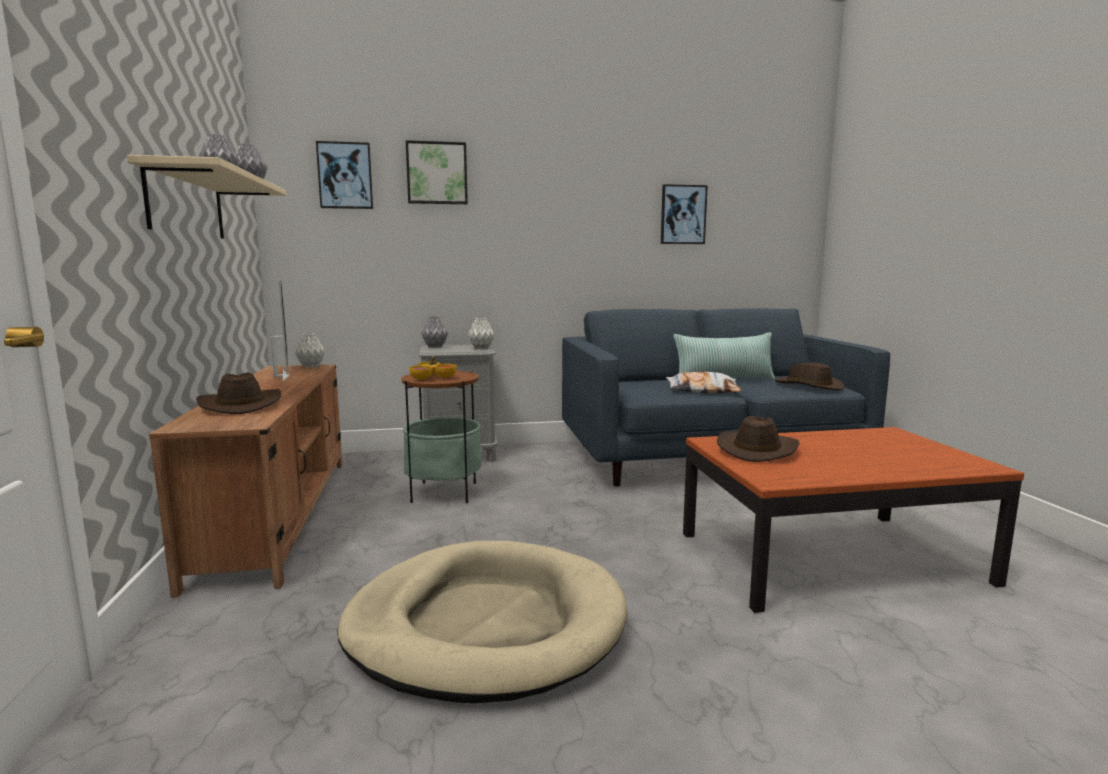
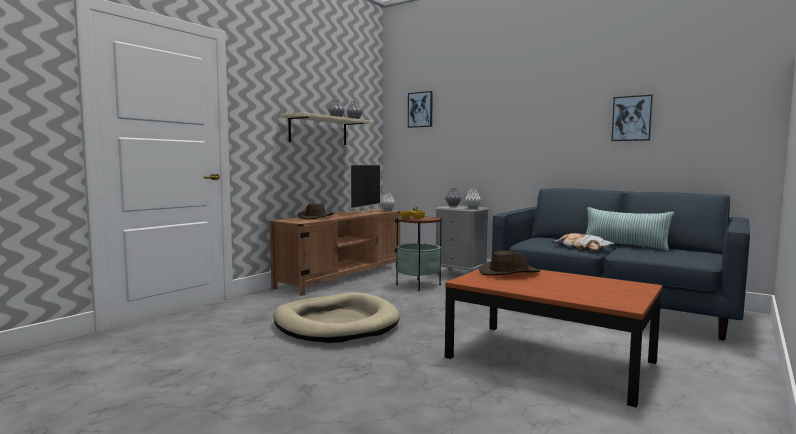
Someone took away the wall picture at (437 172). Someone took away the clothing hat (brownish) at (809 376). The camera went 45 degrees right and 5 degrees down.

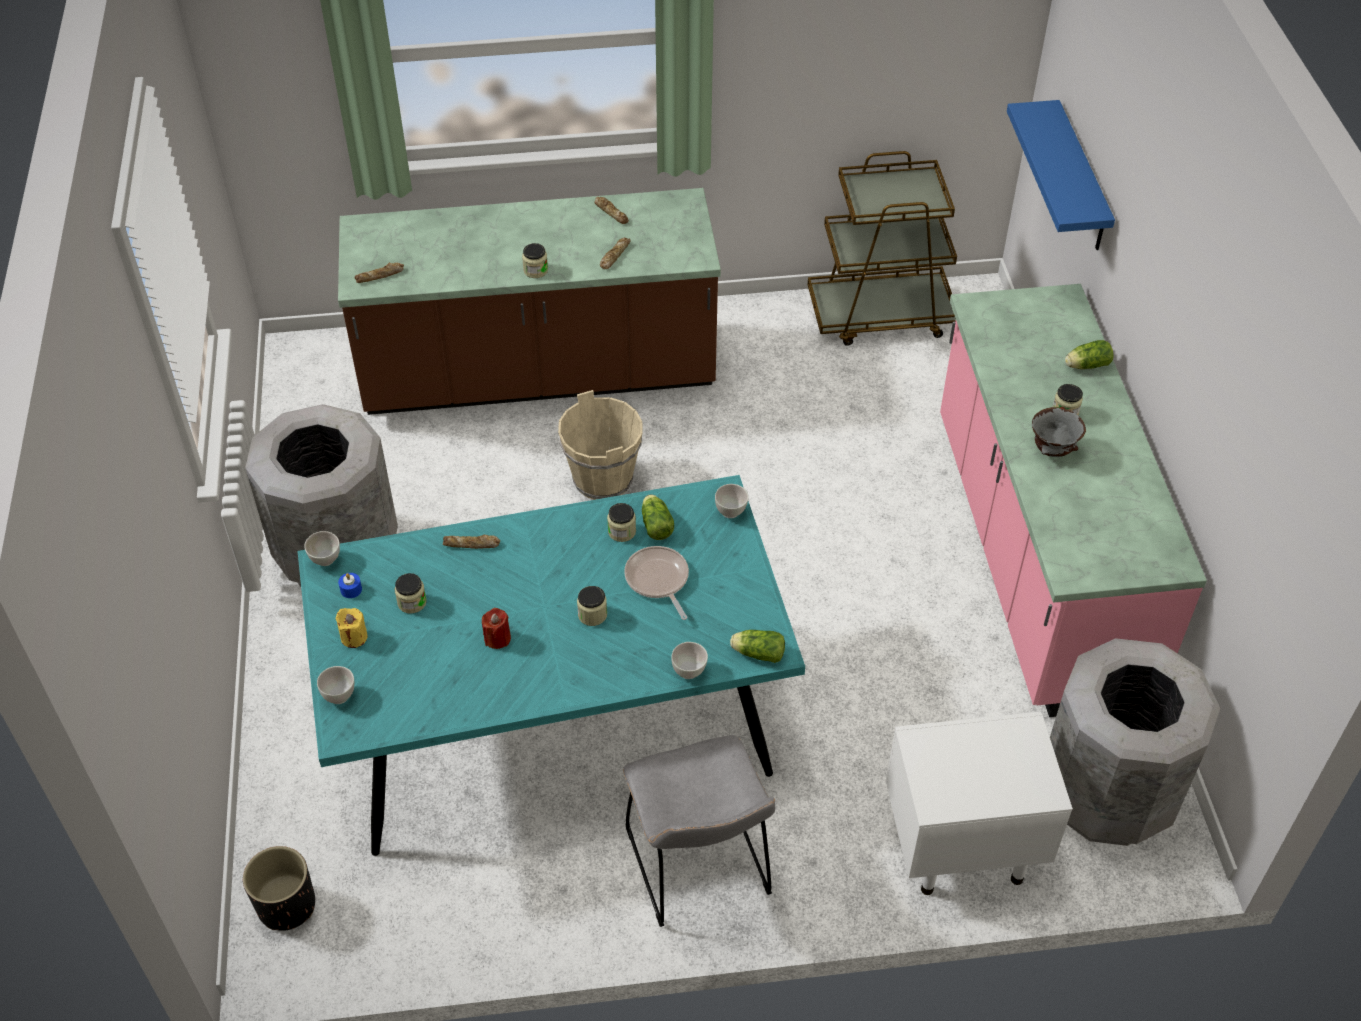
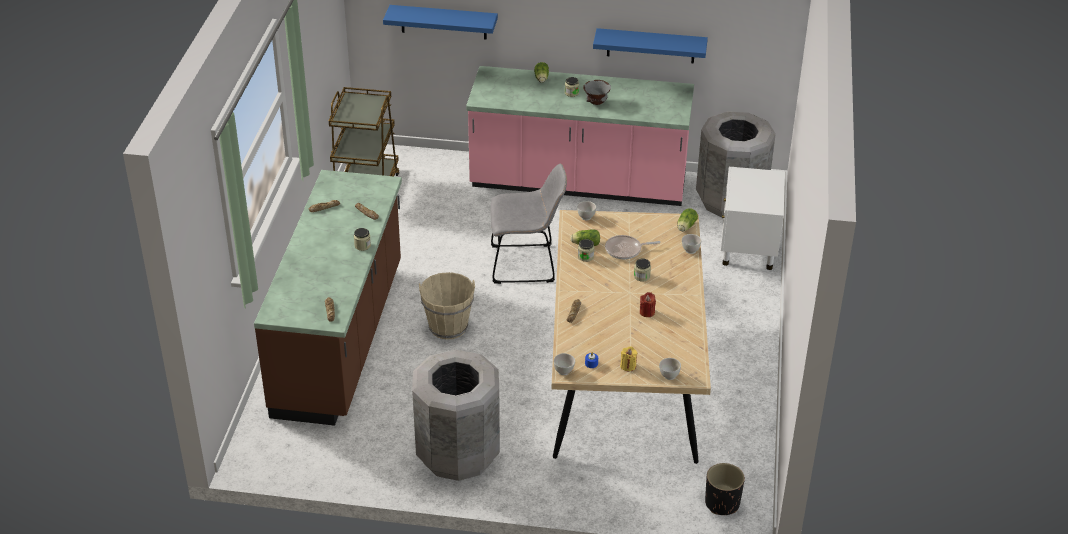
Someone took away the storage jar at (411 593). Someone put up the wall shelf (blue-coloured) at (650 45). Someone carried the upright chair (greyish) from (699 831) to (528 224). Someone repainted the dining table (blue-green) at (551 665), which became the dining table (beige-coloured) at (631 337). The camera went 75 degrees left and 10 degrees down.

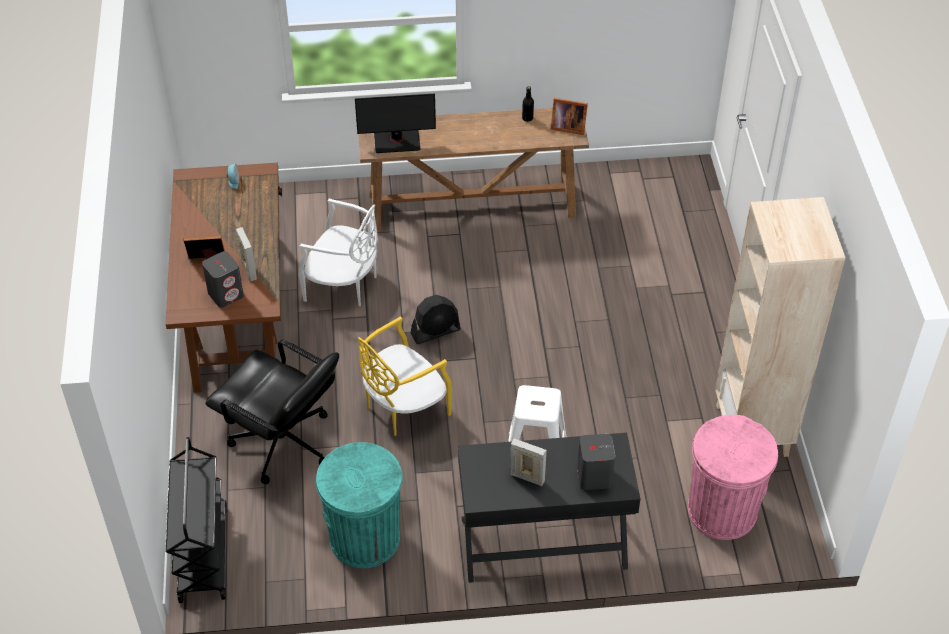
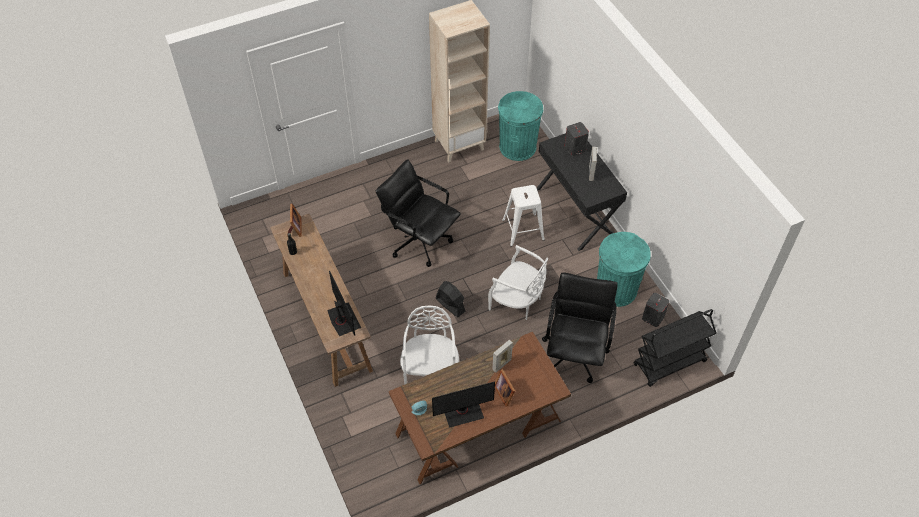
Someone put down the desk chair (blackish) at (418 213). Someone put down the computer display at (463 405). Someone carried the speaker (greyish) from (223 279) to (655 310). Someone repainted the upright chair (yellow-coloured) at (405 376), which became the upright chair (white) at (518 282). Someone repainted the rubbish bin (pink) at (733 477), which became the rubbish bin (blue-green) at (520 126). The camera went 110 degrees left and 5 degrees up.

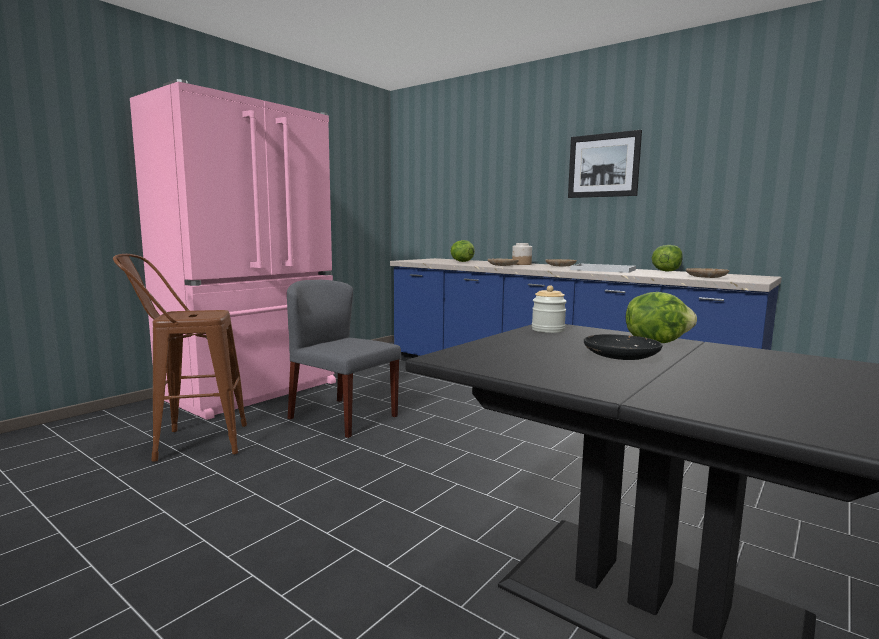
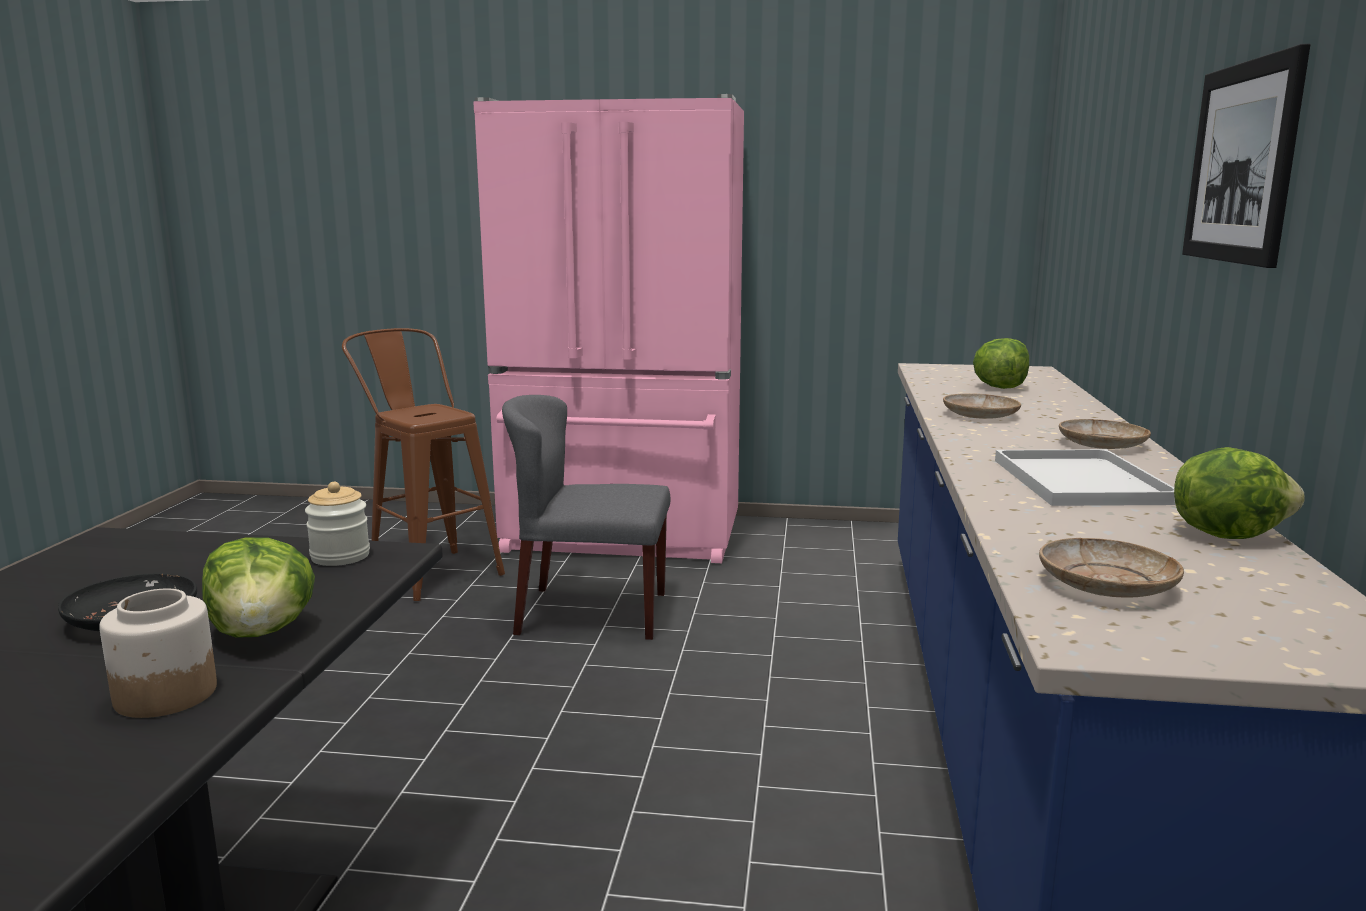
Someone carried the storage jar from (522 254) to (158 653). Someone rotated the upright chair (greyish) at (344 359) by 90 degrees counterclockwise. The camera went 60 degrees right and 5 degrees up.

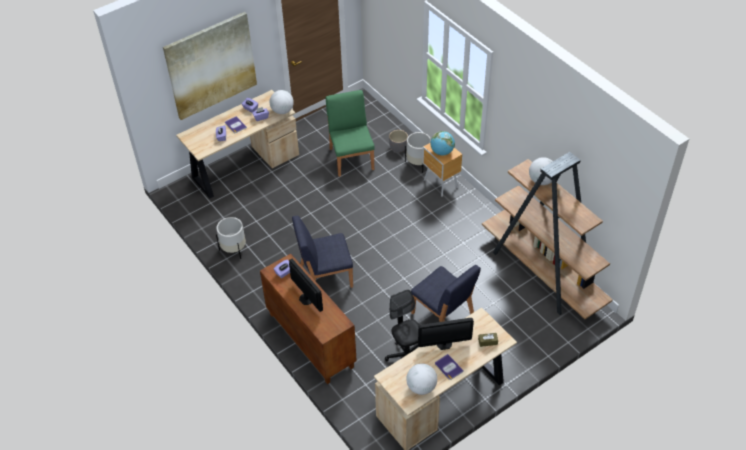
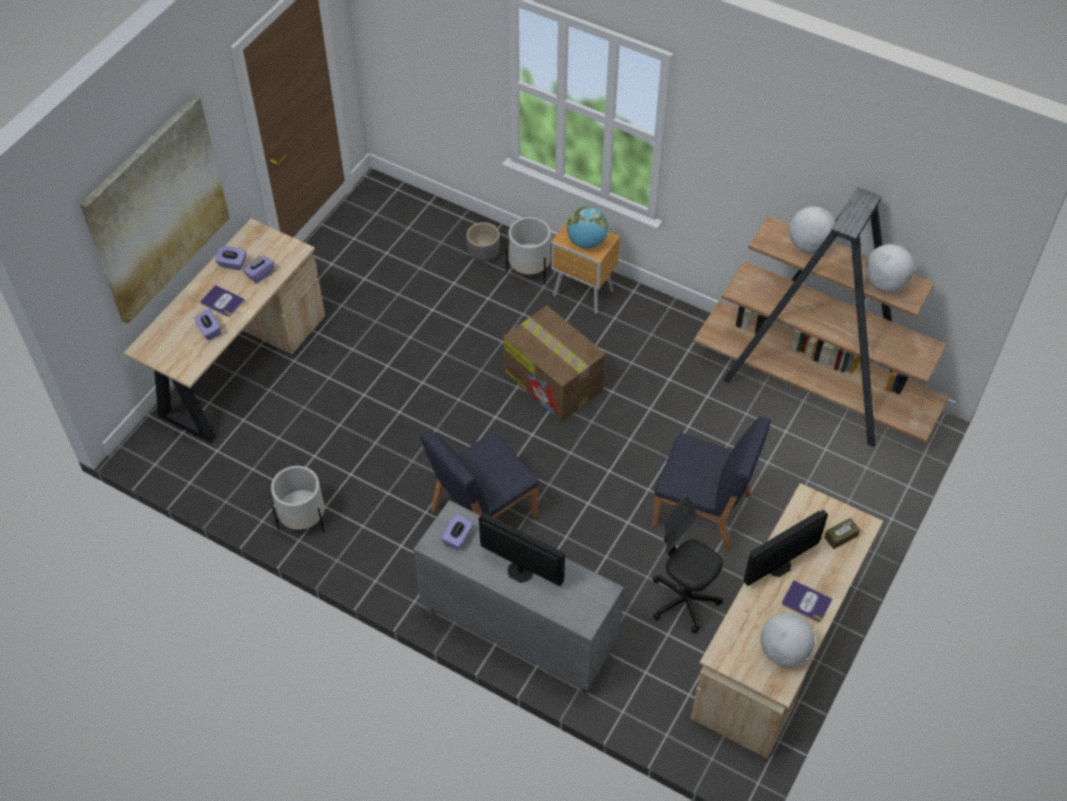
Someone took away the upright chair (greenish) at (350 133). Someone put down the carton at (554 363). Someone carried the world globe from (281 102) to (889 268). Someone repainted the cabinet (brownish) at (308 318), which became the cabinet (greyish) at (519 597). The camera went 25 degrees left and 5 degrees up.

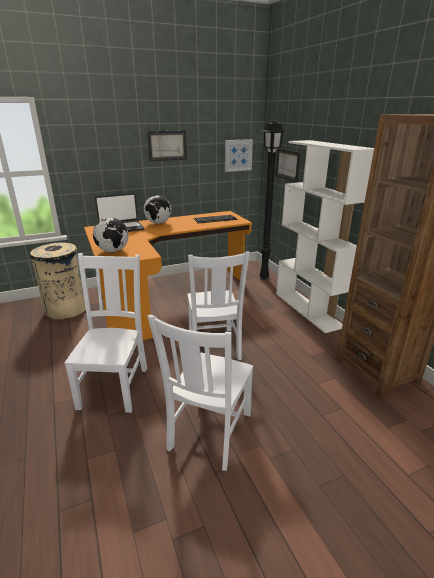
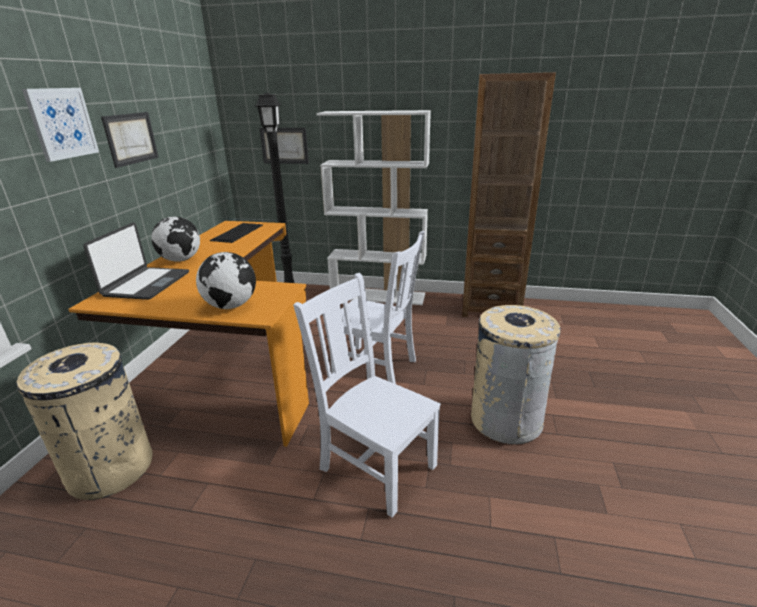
Someone carried the wall picture from (239 155) to (60 125). Someone swapped the upright chair (white) at (200 393) for the rubbish bin (beige-coloured) at (516 374). The camera went 55 degrees left and 0 degrees up.

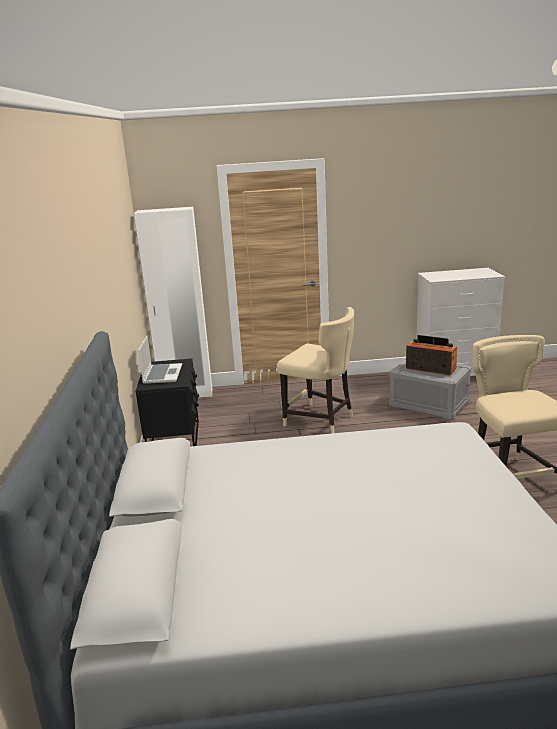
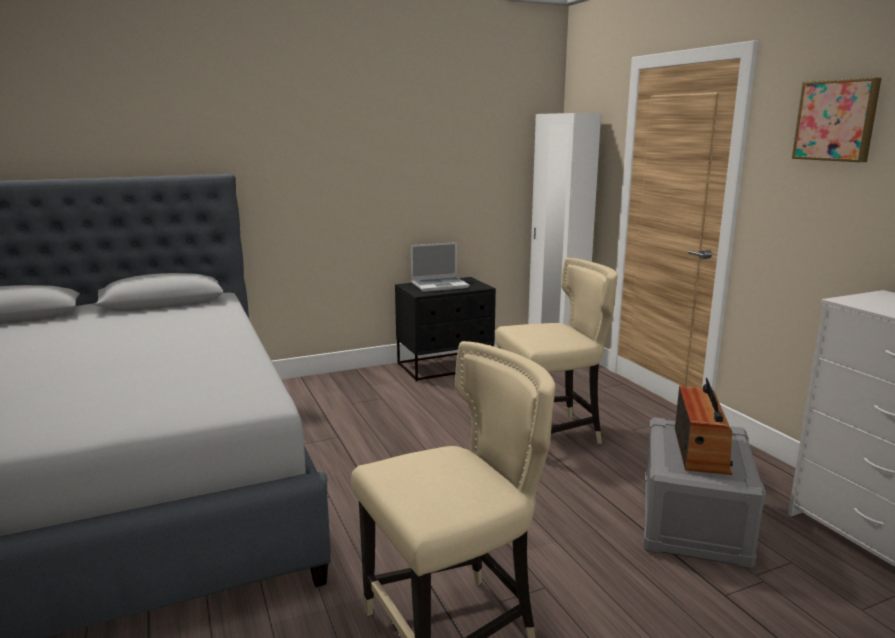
Someone put up the wall picture at (837 120). Someone rotated the upright chair (beige-coloured) at (315 370) by 120 degrees counterclockwise. The camera went 70 degrees right and 5 degrees down.

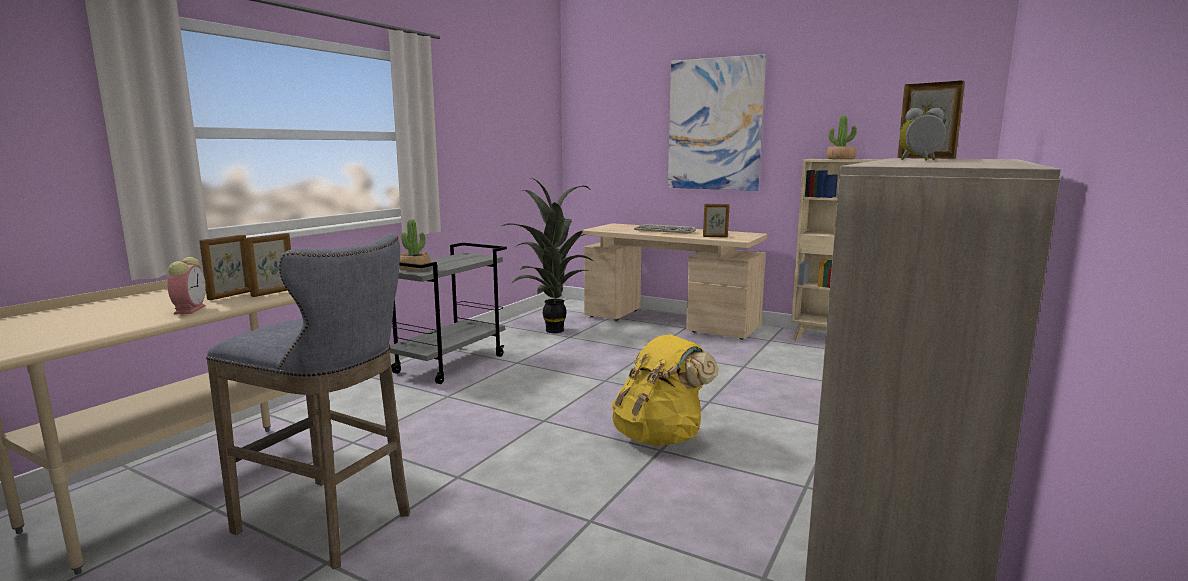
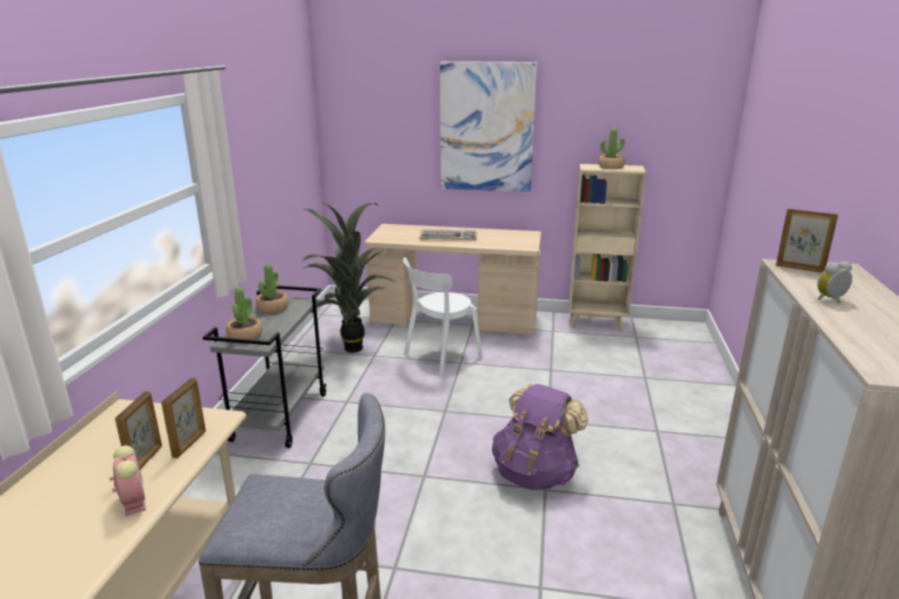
Someone took away the standing frame at (716 220). Someone put down the plant in a pot at (272 288). Someone put down the upright chair (white) at (443 316). Someone repainted the knapsack (yellow-coloured) at (665 390), which became the knapsack (purple-coloured) at (540 437). The camera went 20 degrees left and 10 degrees up.

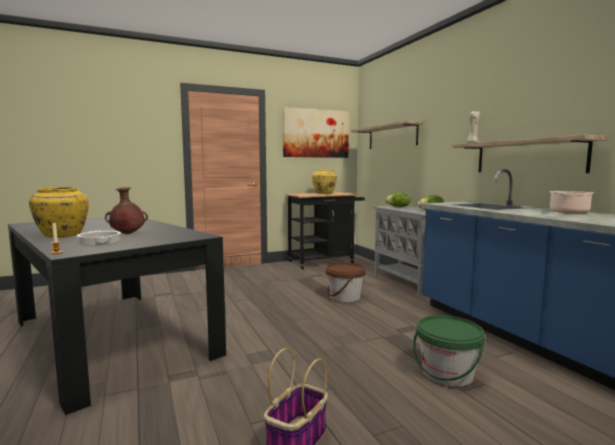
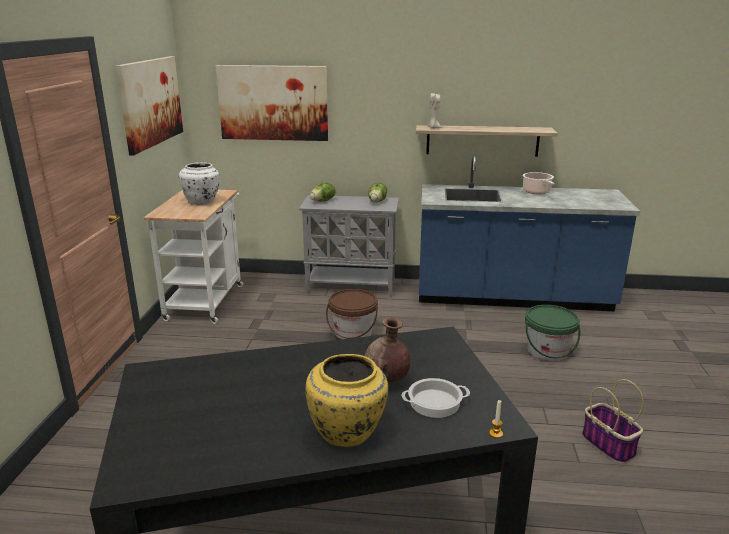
Someone swapped the wall shelf at (387 134) for the wall picture at (272 103). Someone repainted the trolley (blackish) at (325 230), which became the trolley (white) at (193 257). Someone repainted the decorative vase (yellow-coloured) at (324 182), which became the decorative vase (white) at (199 183). The camera went 60 degrees left and 15 degrees up.

